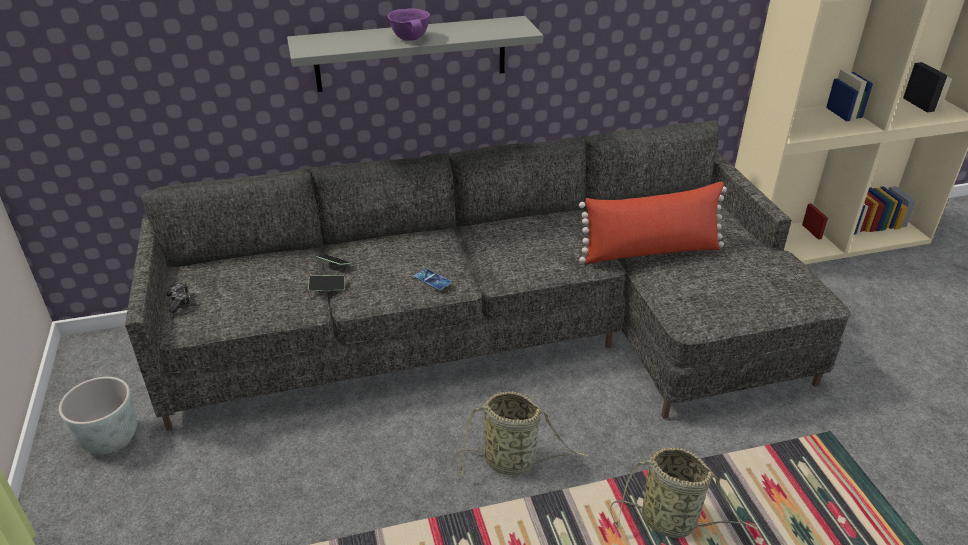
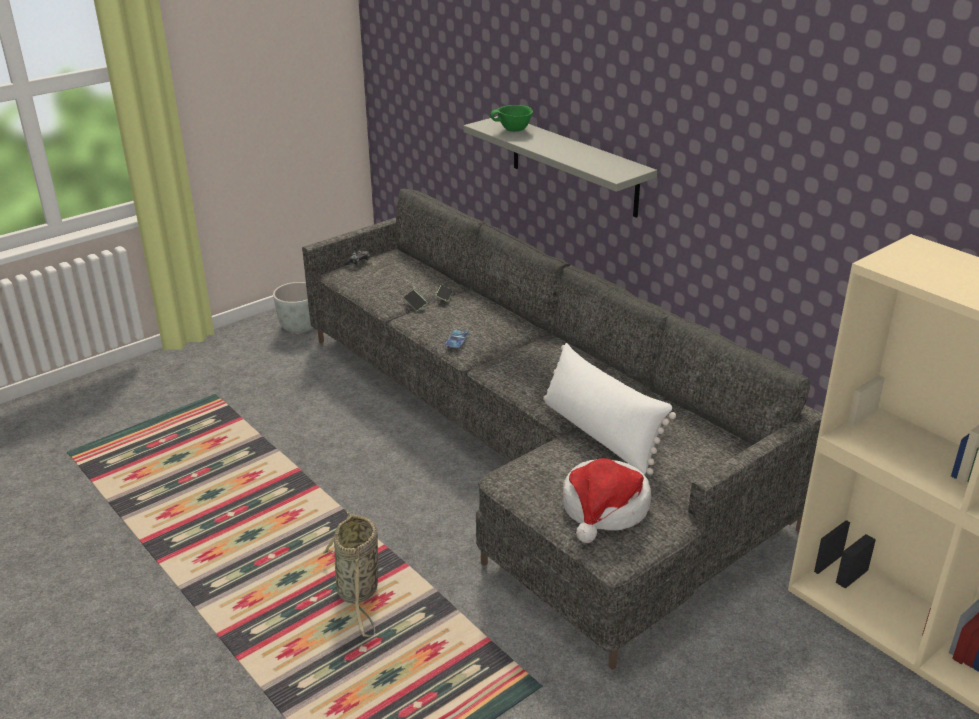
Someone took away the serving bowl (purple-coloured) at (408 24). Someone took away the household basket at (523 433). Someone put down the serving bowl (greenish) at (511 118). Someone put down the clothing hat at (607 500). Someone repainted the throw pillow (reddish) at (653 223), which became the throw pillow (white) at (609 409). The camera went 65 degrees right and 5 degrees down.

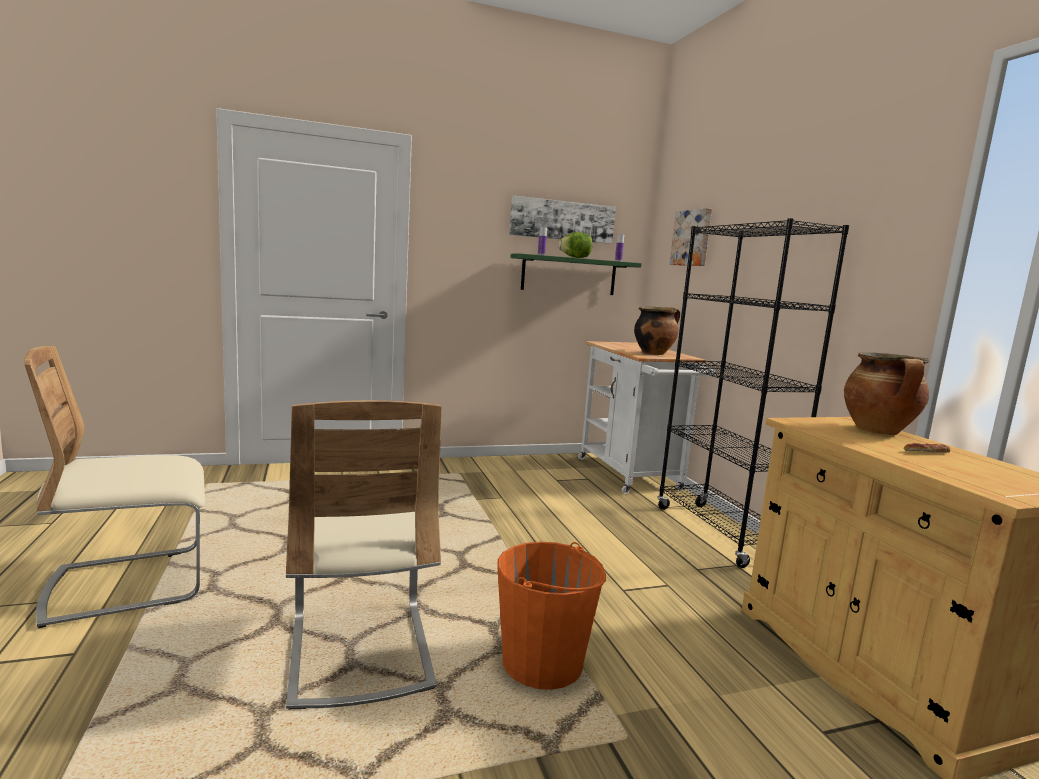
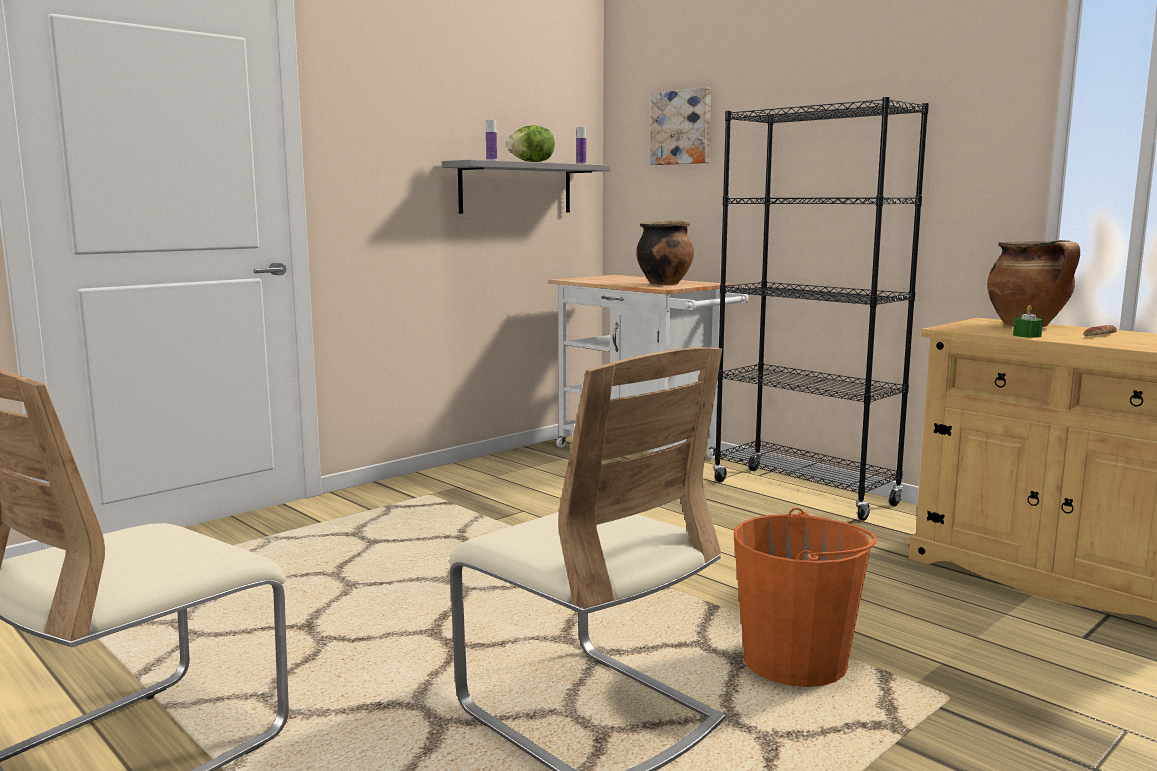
Someone took away the wall picture at (562 219). Someone put down the candle (greenish) at (1028 321). Someone repainted the wall shelf (greenish) at (576 274), which became the wall shelf (greyish) at (526 187). The camera went 25 degrees left and 0 degrees up.

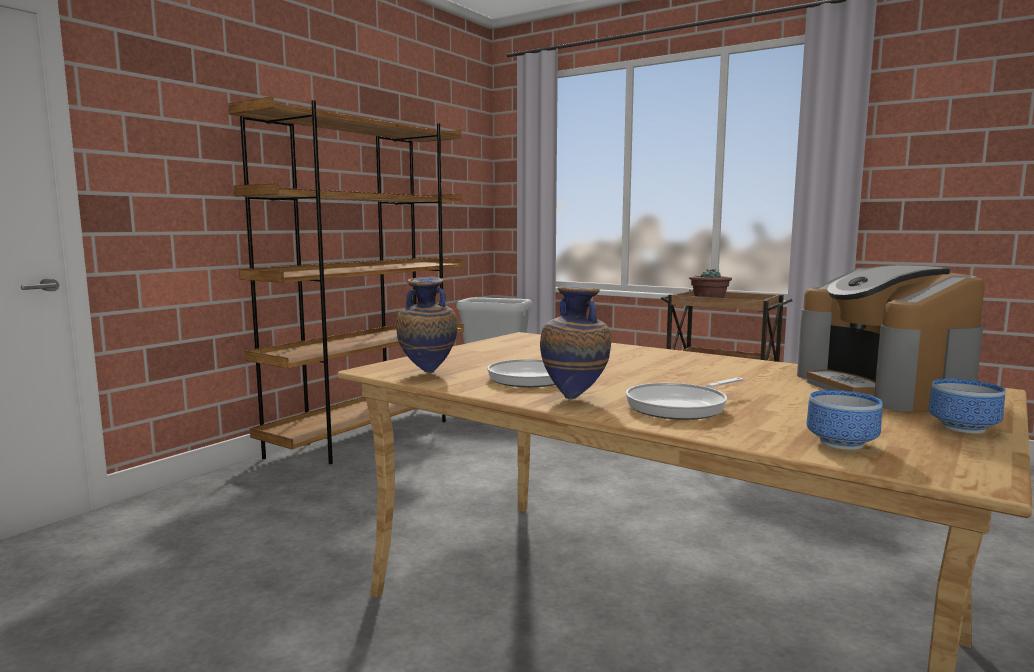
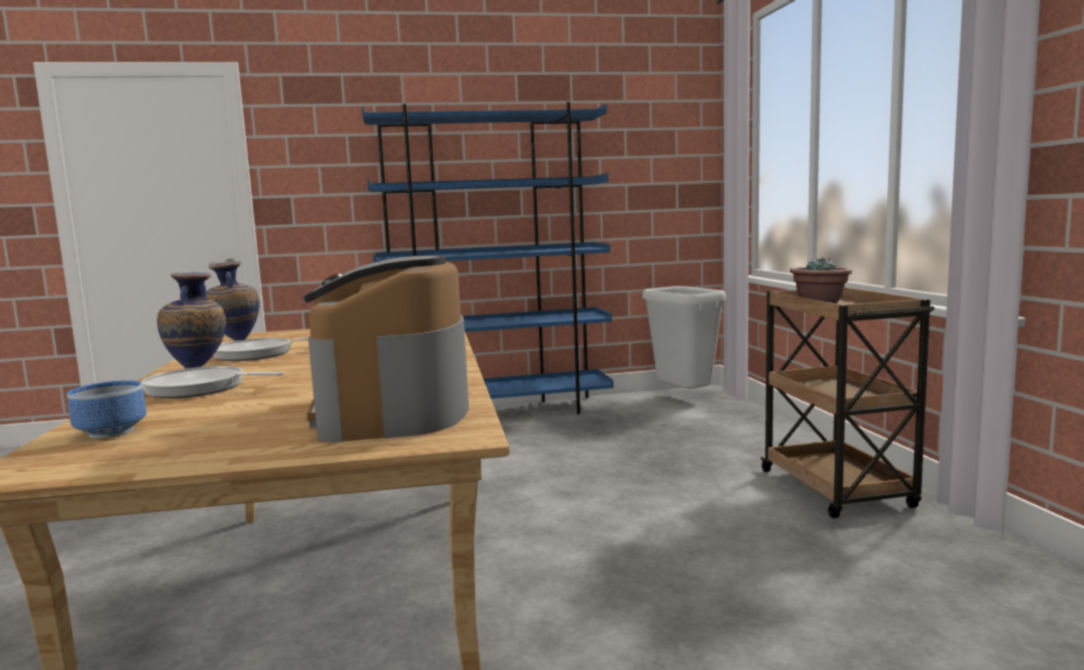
Someone took away the serving bowl at (967 406). Someone repainted the bookshelf (brownish) at (346 280), which became the bookshelf (blue-coloured) at (488 258). Someone rotated the coffee maker at (891 338) by 45 degrees counterclockwise. The camera went 45 degrees right and 0 degrees up.

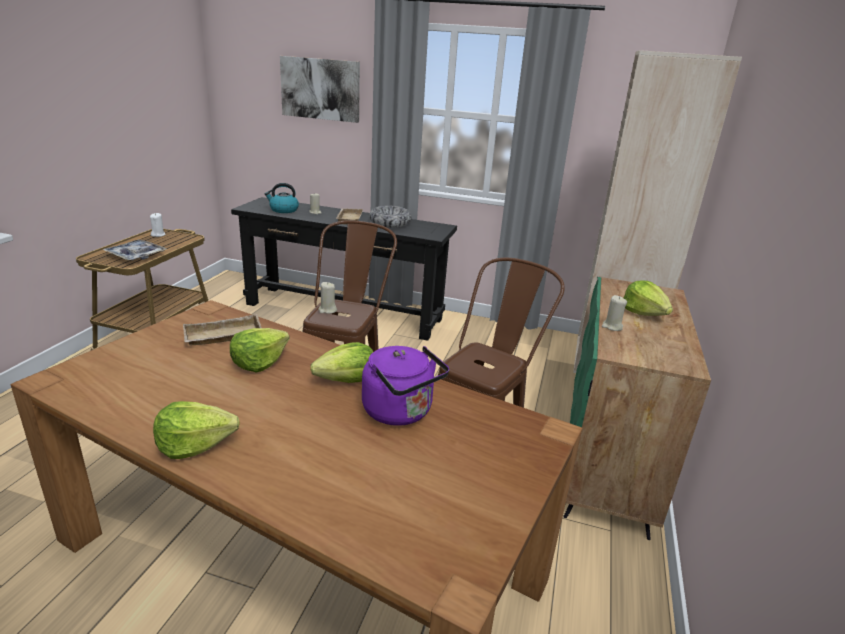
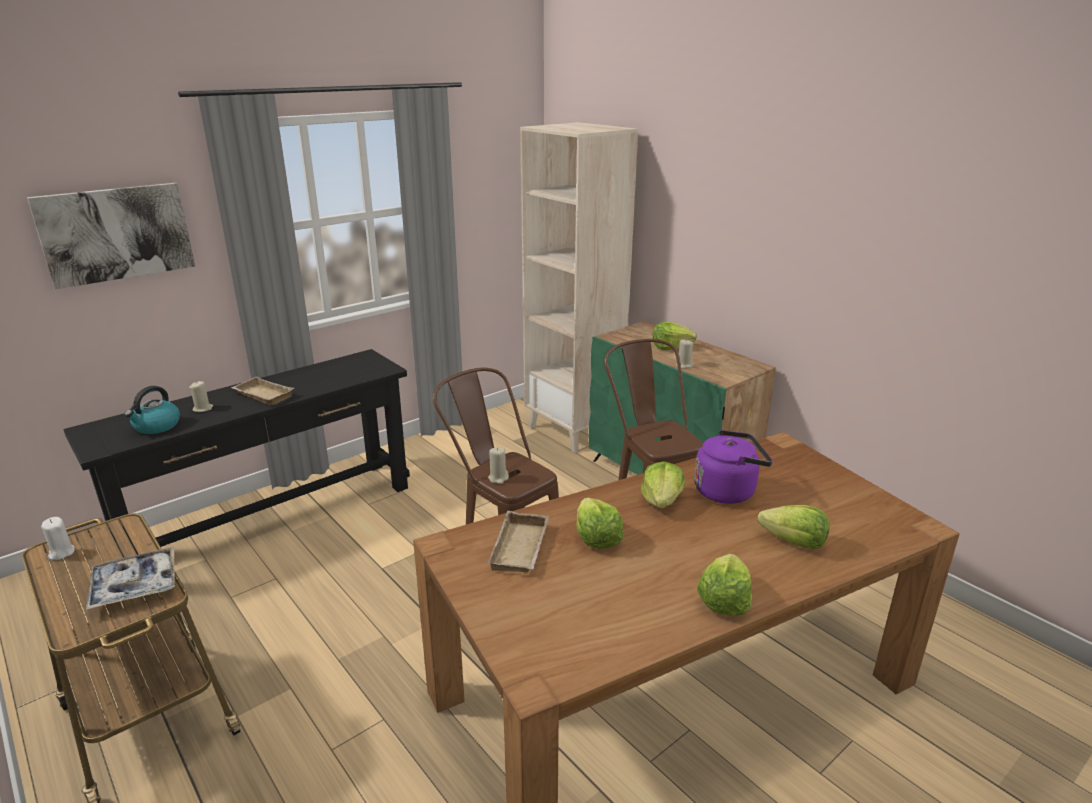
Someone took away the serving bowl at (390 216). Someone put down the head of lettuce at (793 527). The camera went 55 degrees left and 0 degrees up.

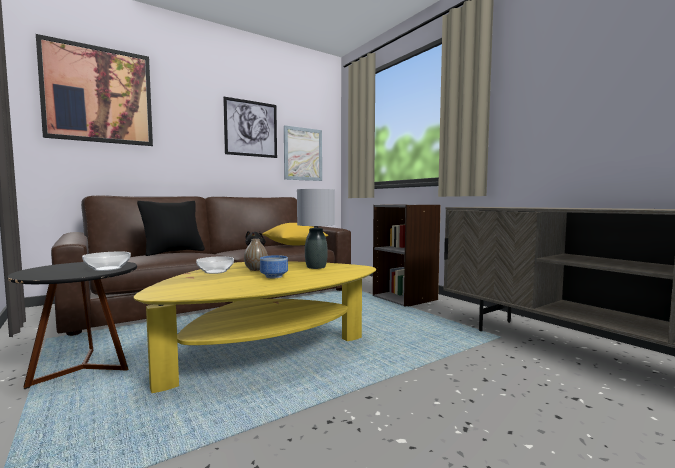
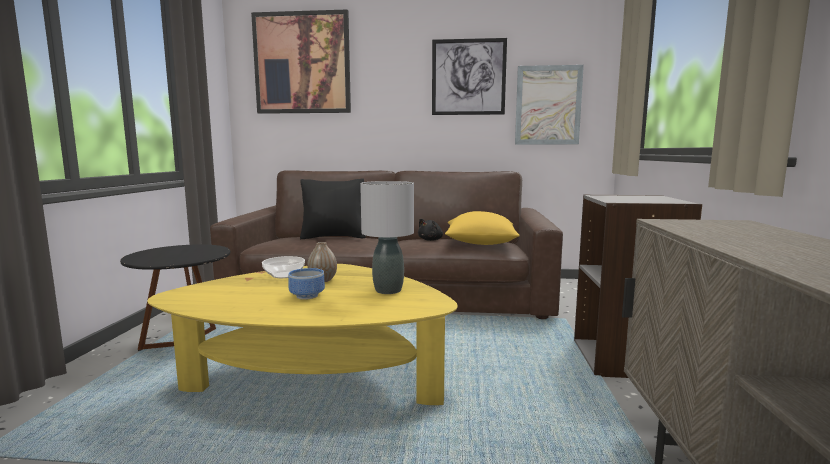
Someone took away the serving bowl at (106 261). The camera went 40 degrees right and 5 degrees up.

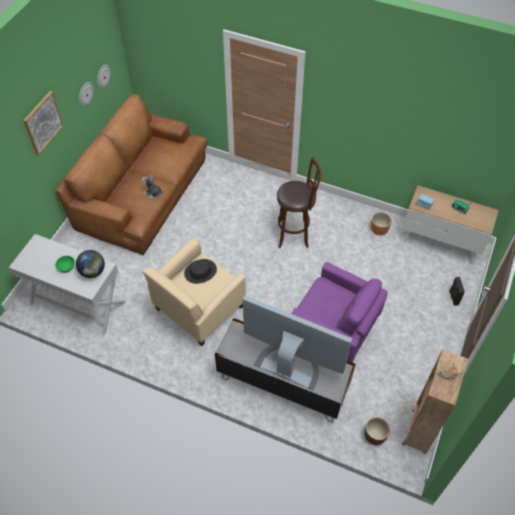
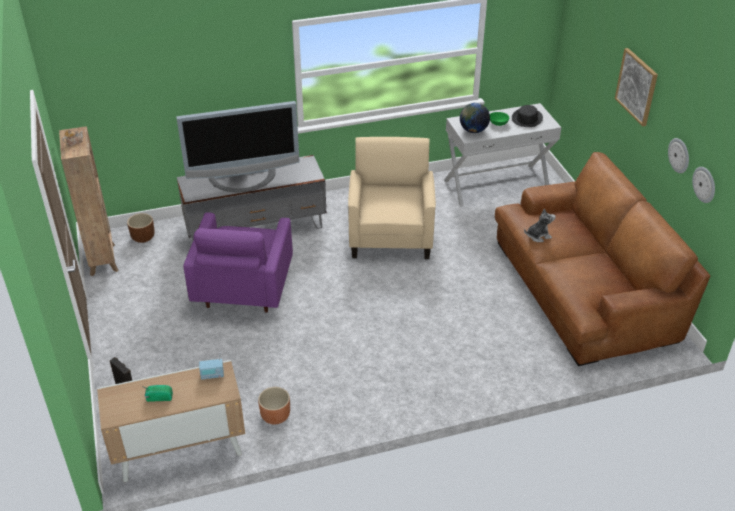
Someone took away the sitting stool (brownish) at (299 202). Someone carried the clothing hat (blackish) from (200 271) to (527 116). Someone rotated the armchair (purple-coloured) at (339 312) by 75 degrees counterclockwise. The camera went 140 degrees right and 15 degrees down.

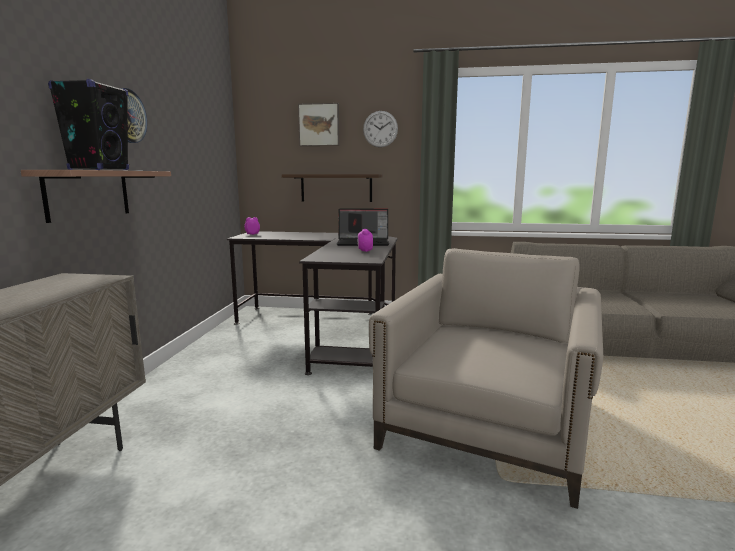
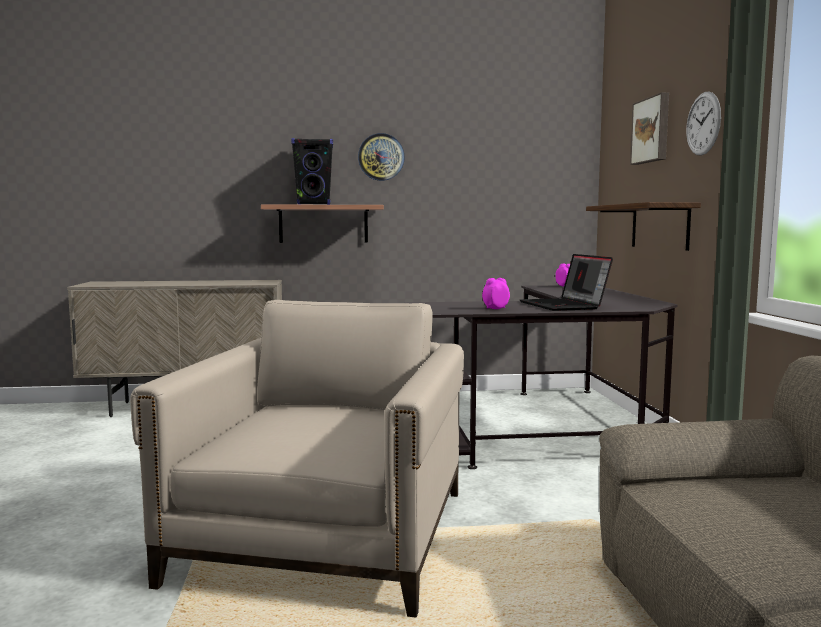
Someone rotated the armchair (beige-coloured) at (486 378) by 90 degrees counterclockwise. The camera went 75 degrees right and 5 degrees down.

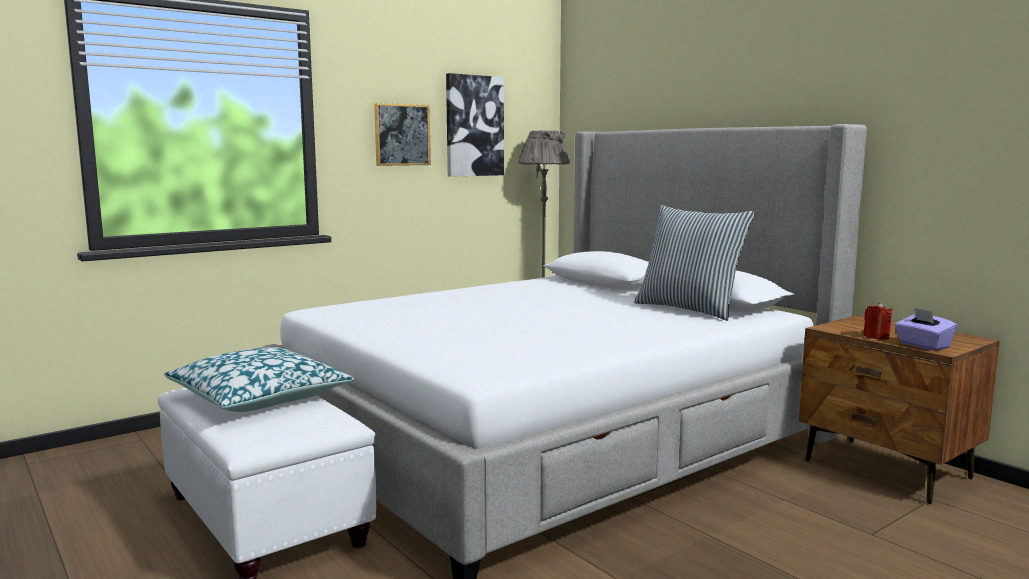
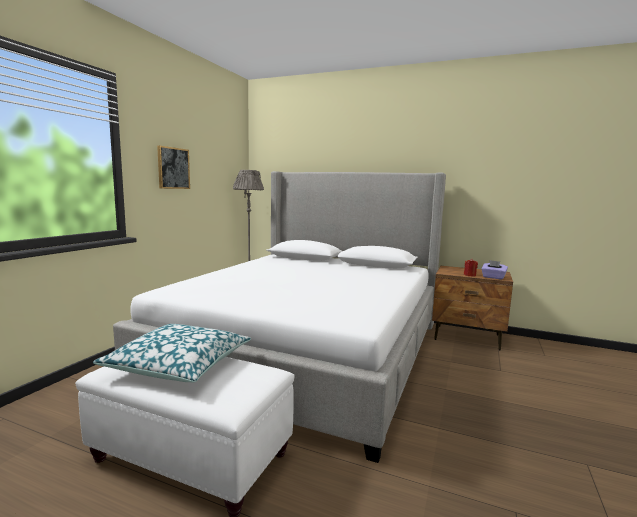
Someone took away the wall picture at (475 125). Someone took away the throw pillow at (695 263). The camera went 30 degrees left and 0 degrees up.

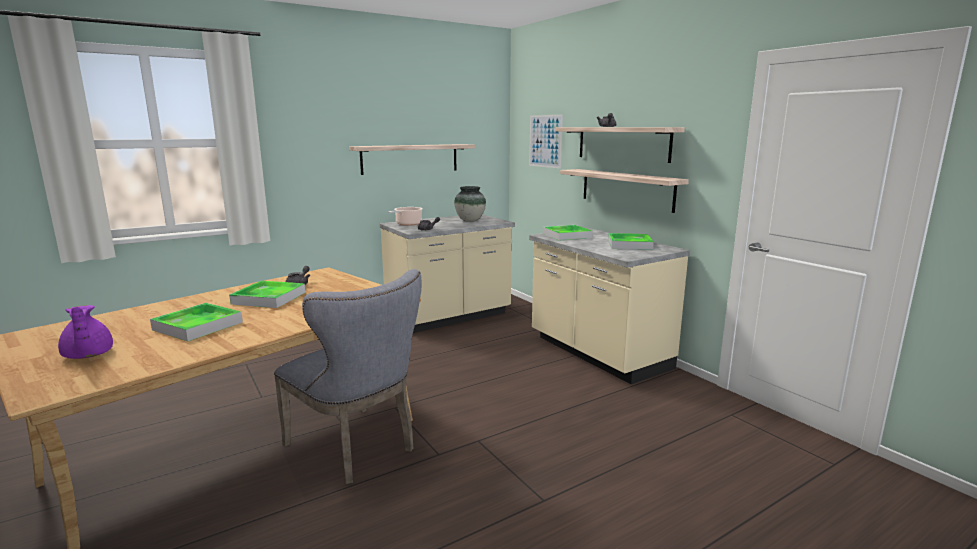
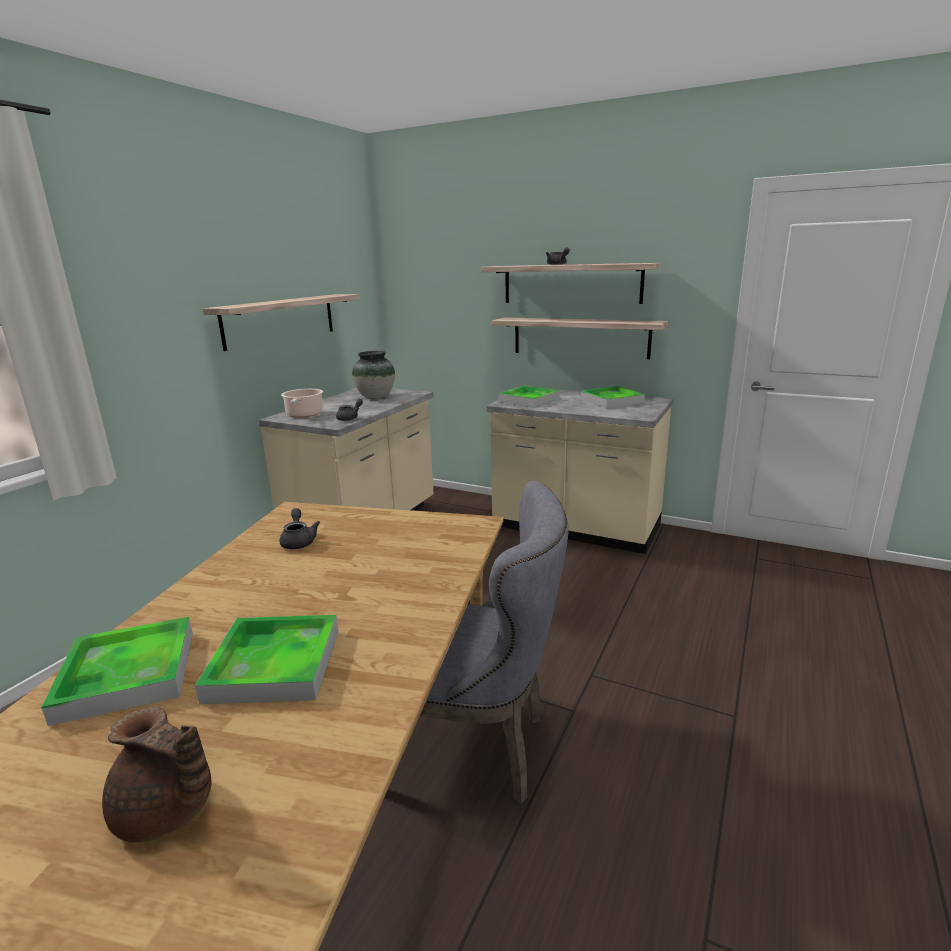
Someone took away the wall picture at (546 142). Someone carried the serving tray from (267 294) to (117 671). Someone repainted the teapot (purple-coloured) at (85 332), which became the teapot (brownish) at (157 774). The camera went 30 degrees left and 5 degrees up.

